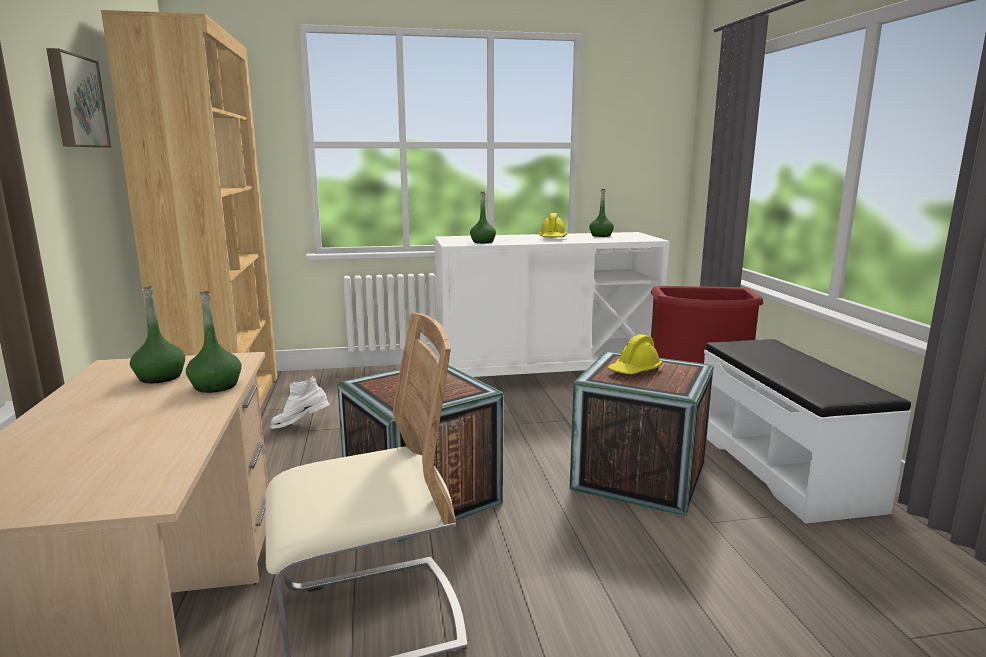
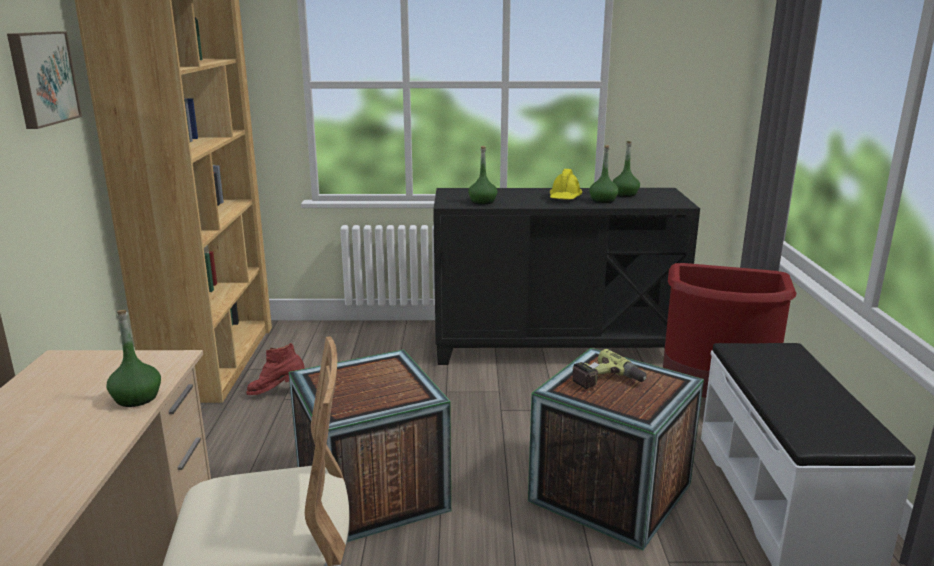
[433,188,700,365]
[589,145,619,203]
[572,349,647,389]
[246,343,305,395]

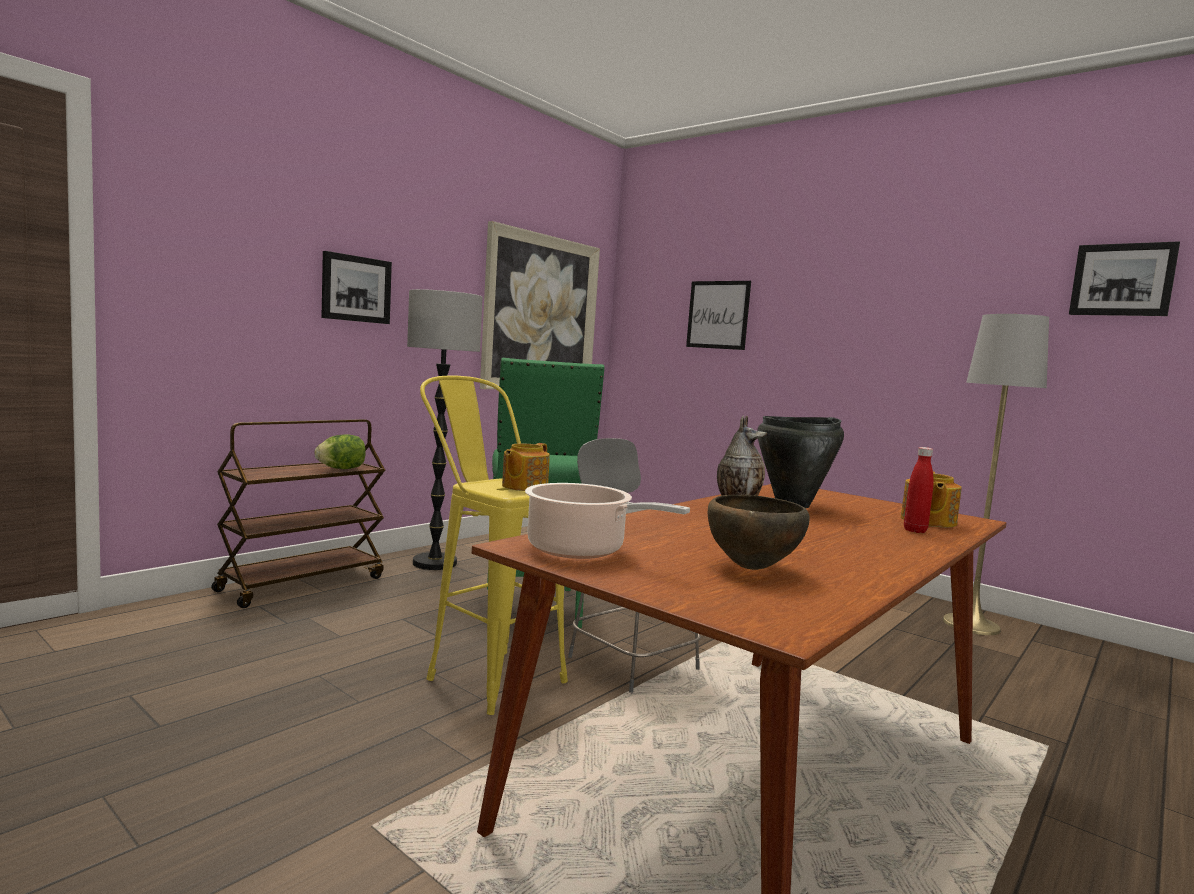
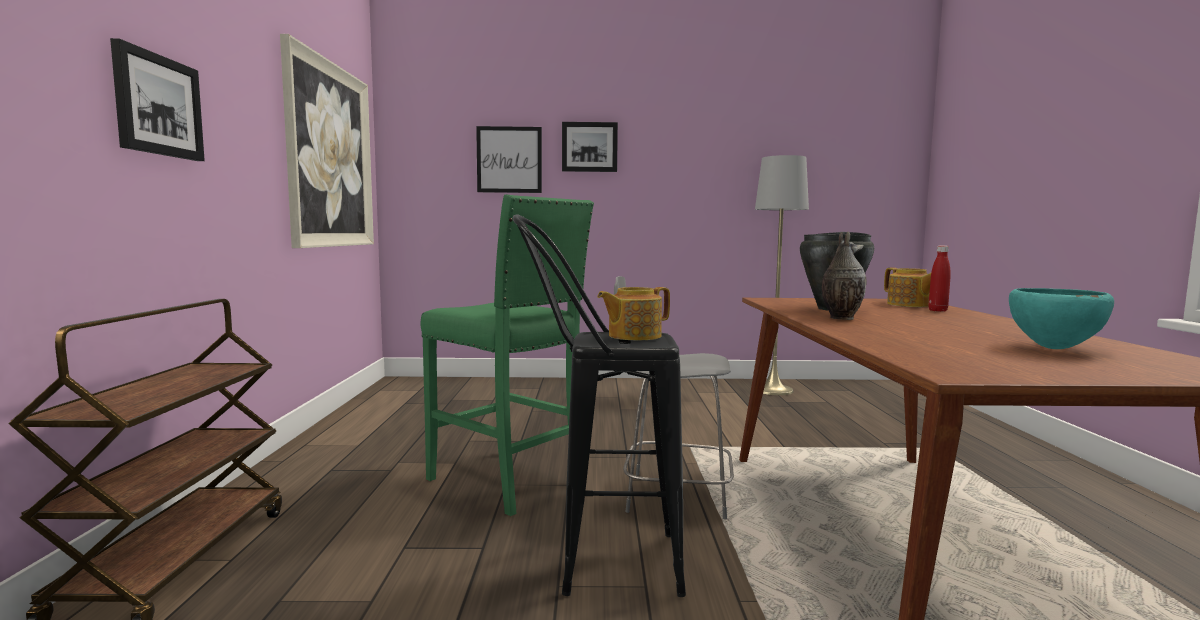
[562,122,618,172]
[407,289,483,570] (first image)
[512,215,686,597]
[315,434,366,469] (first image)
[597,287,670,340]
[525,483,690,559] (first image)
[1009,288,1114,349]

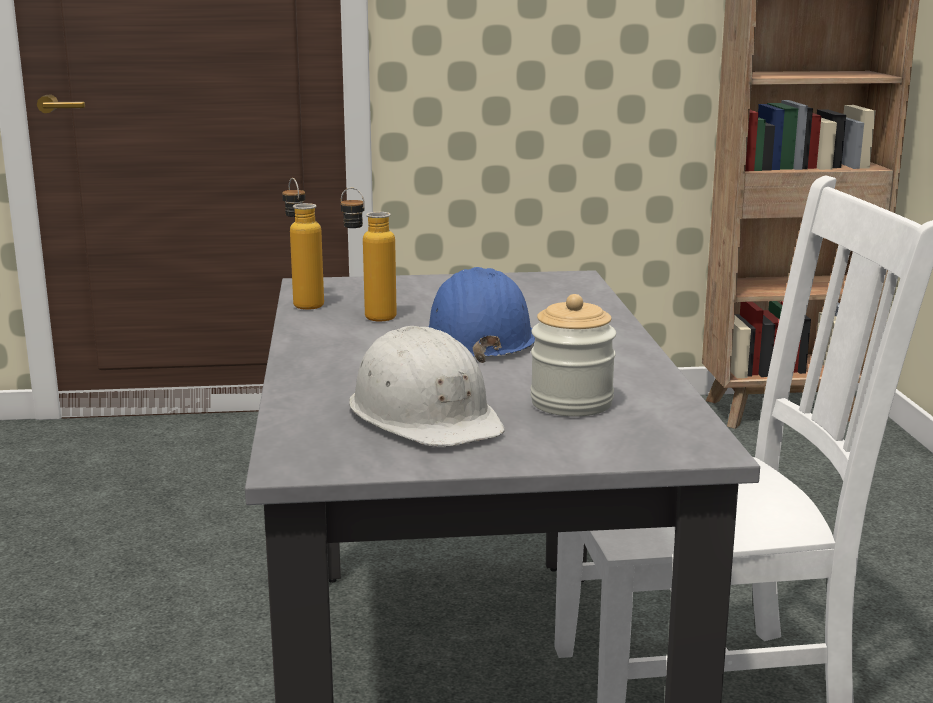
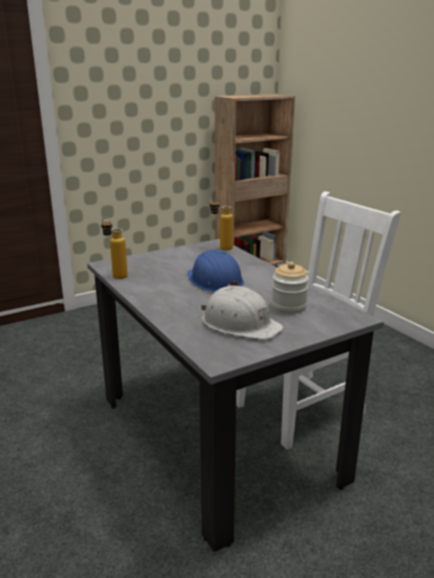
[209,197,233,250]

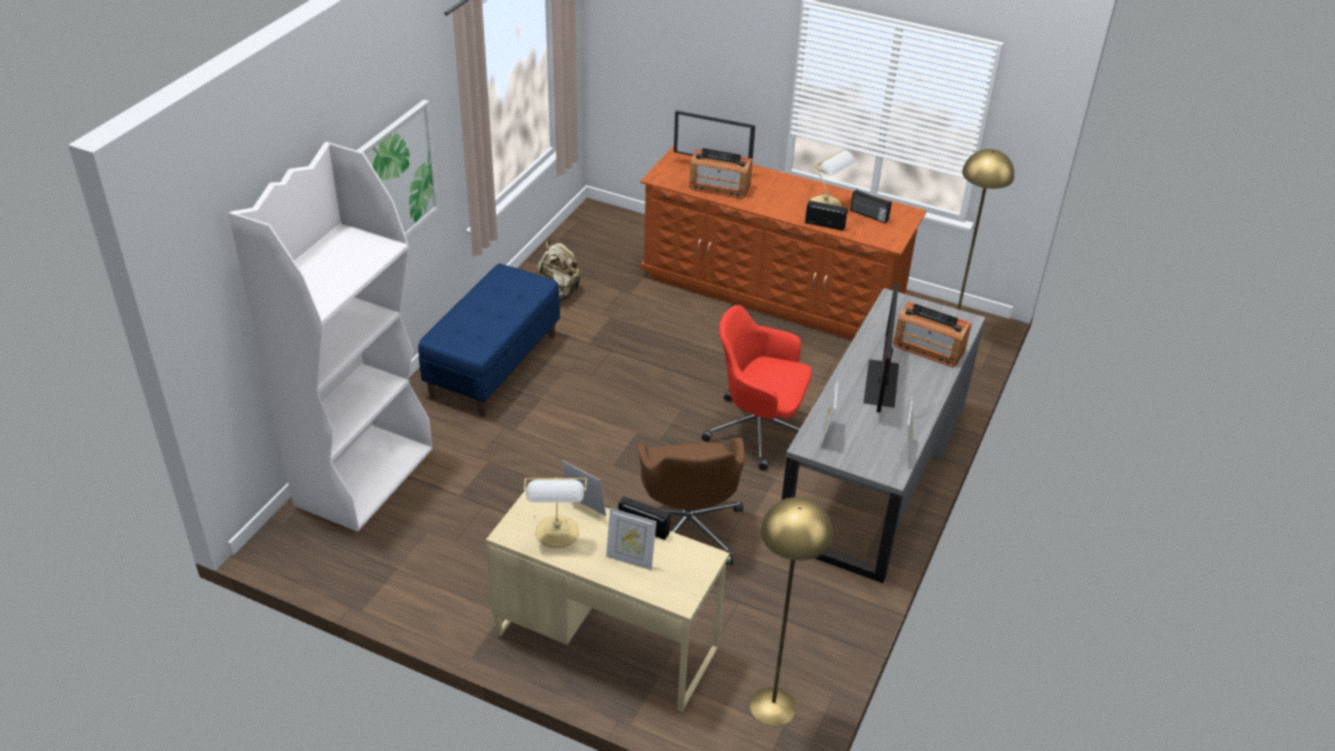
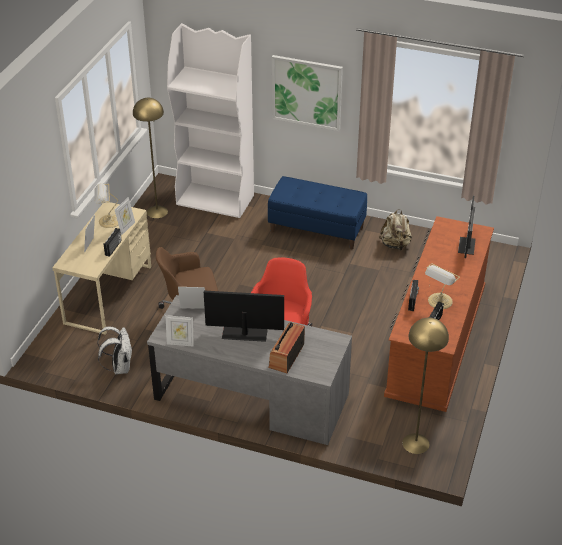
[689,148,753,199] (first image)
[133,98,168,218]
[97,327,132,375]

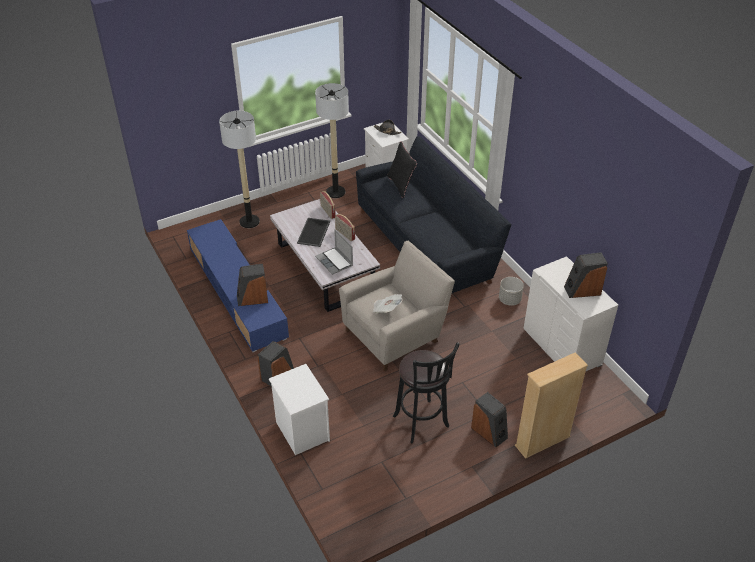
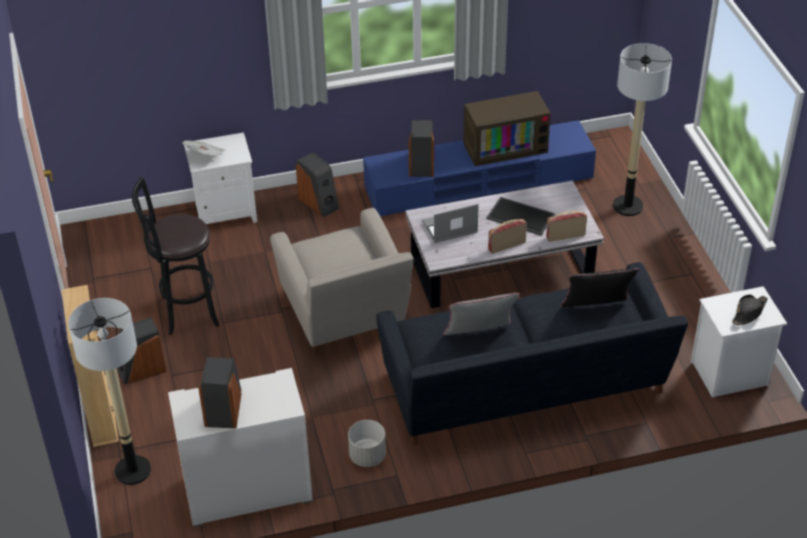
[68,298,151,485]
[182,140,225,156]
[463,91,551,166]
[443,293,520,335]

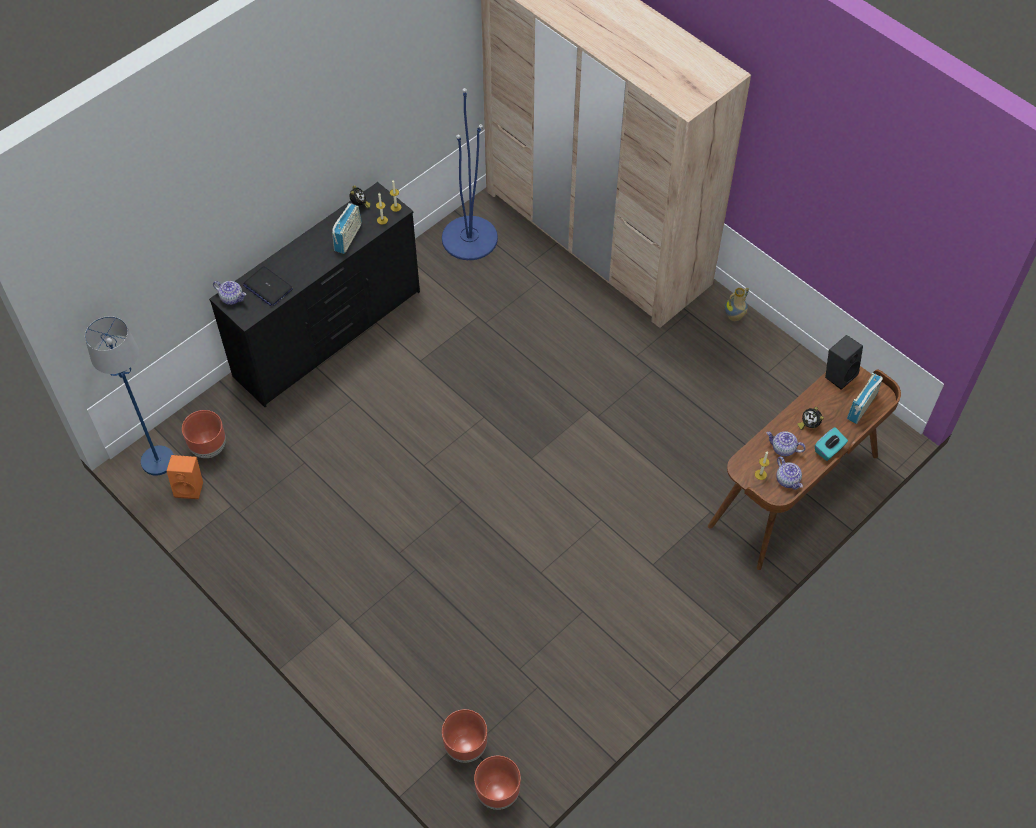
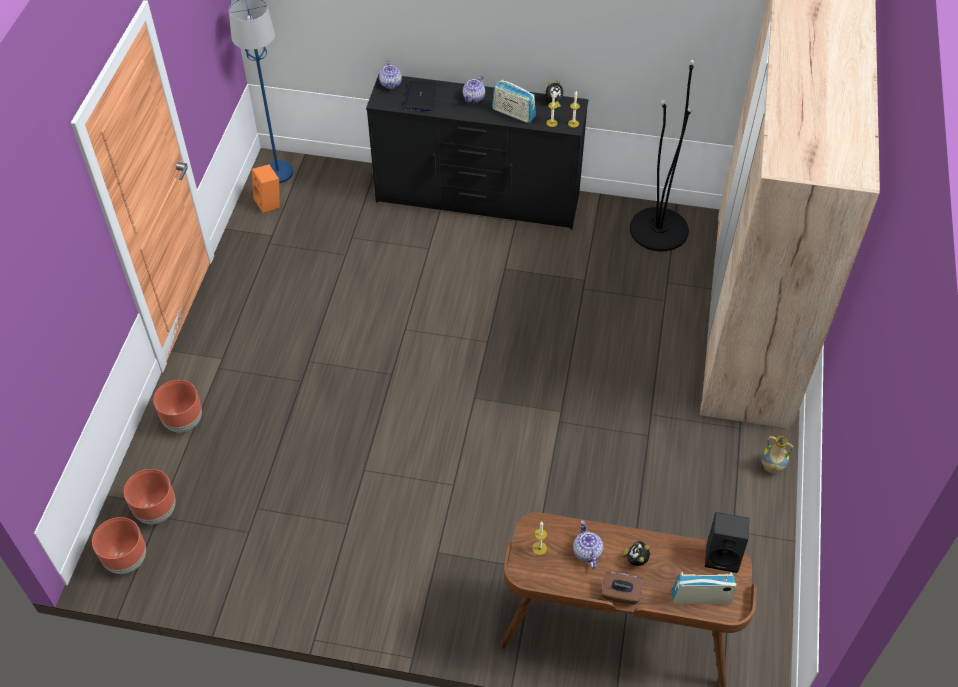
[630,60,695,252]
[492,80,536,123]
[153,380,202,433]
[602,572,643,605]
[463,75,485,103]

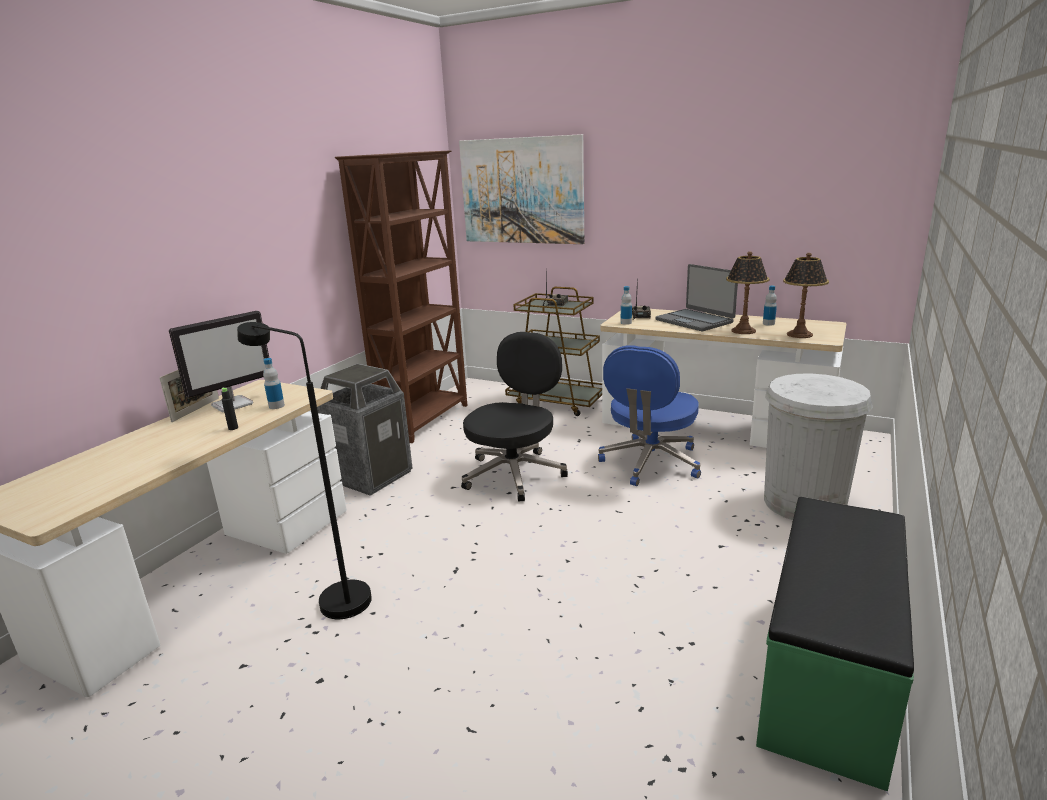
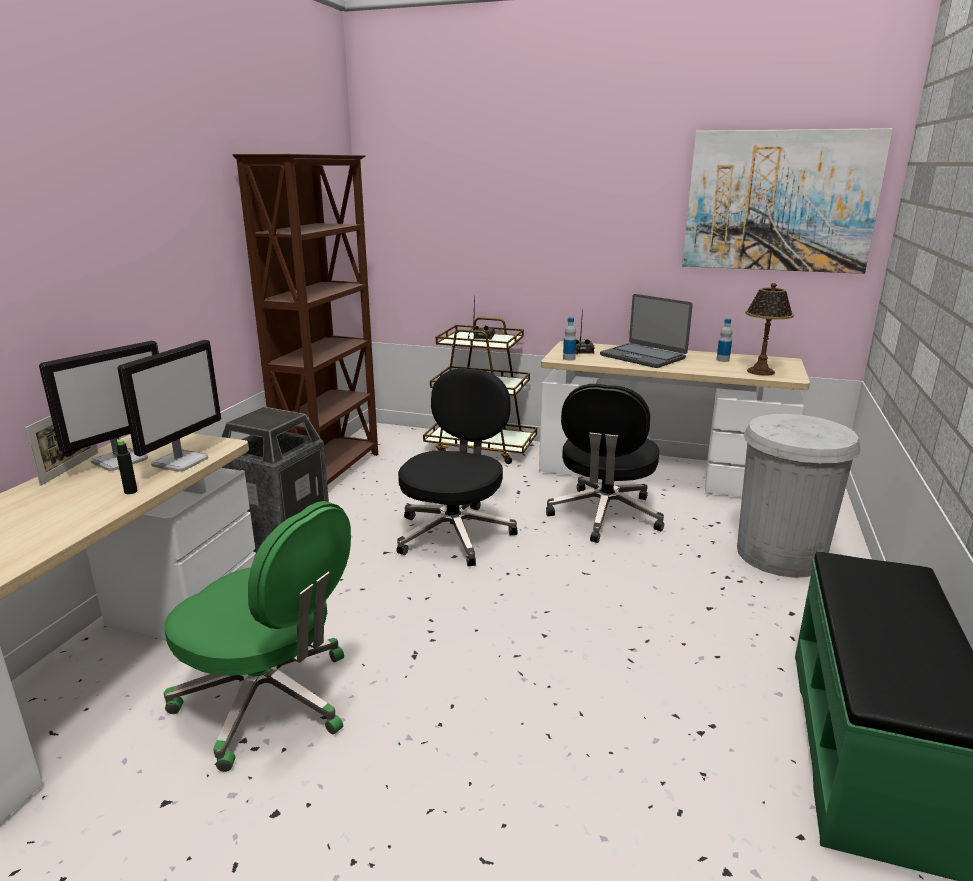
[682,128,893,274]
[726,251,769,334] (first image)
[164,501,351,772]
[546,384,664,543]
[117,339,221,472]

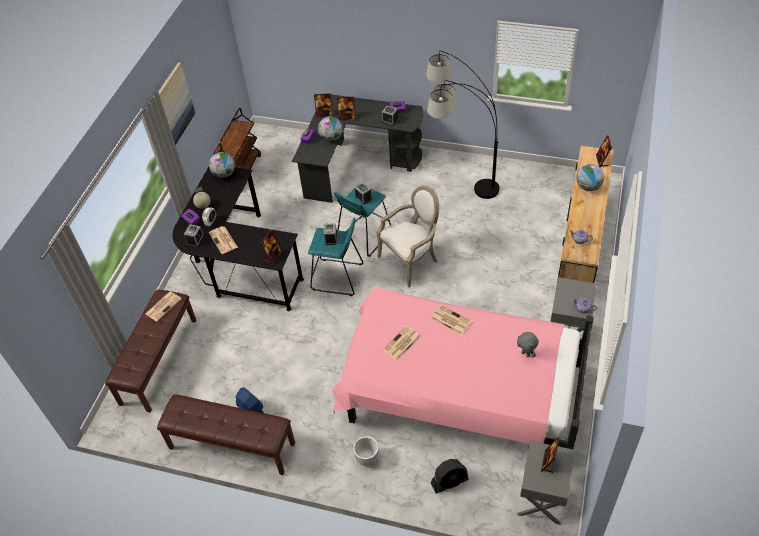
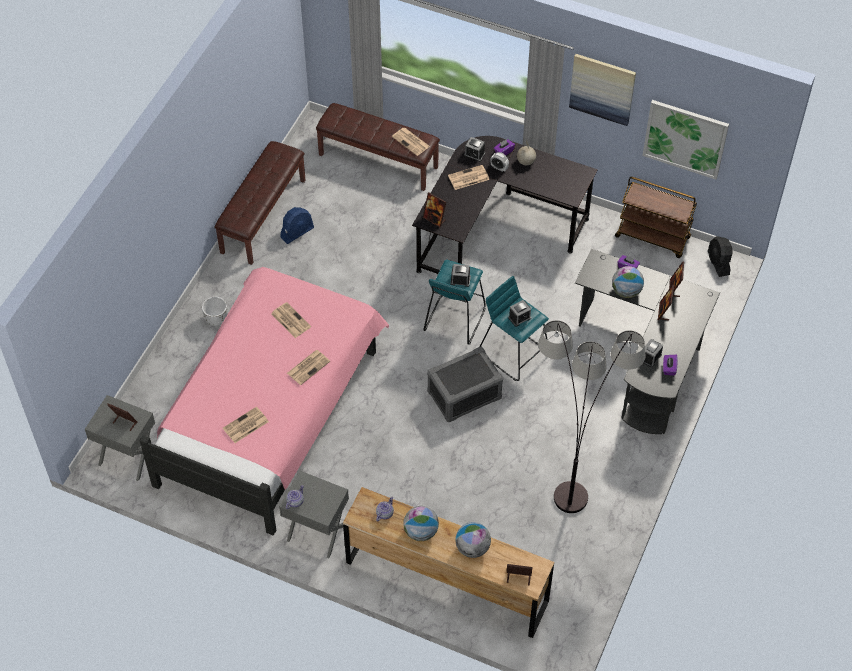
[403,506,439,541]
[427,347,503,422]
[223,406,269,443]
[708,236,733,277]
[642,100,729,180]

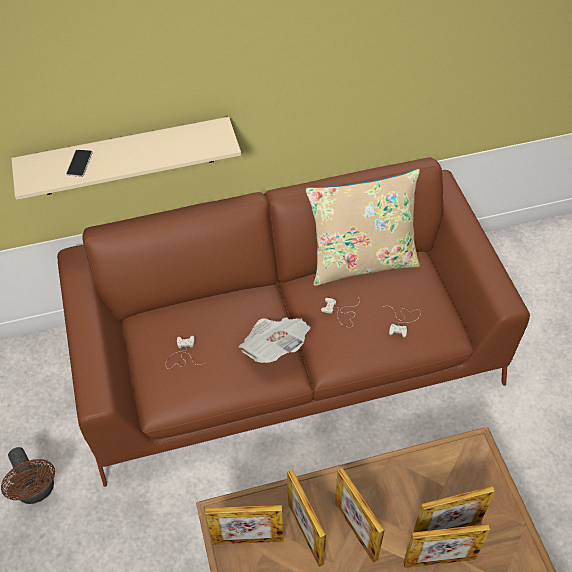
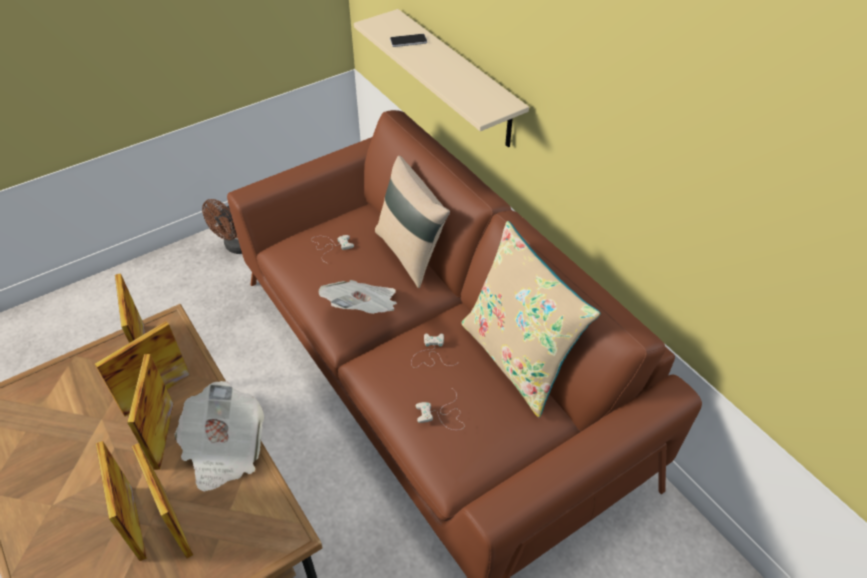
[127,354,173,470]
[375,156,450,288]
[175,381,264,492]

